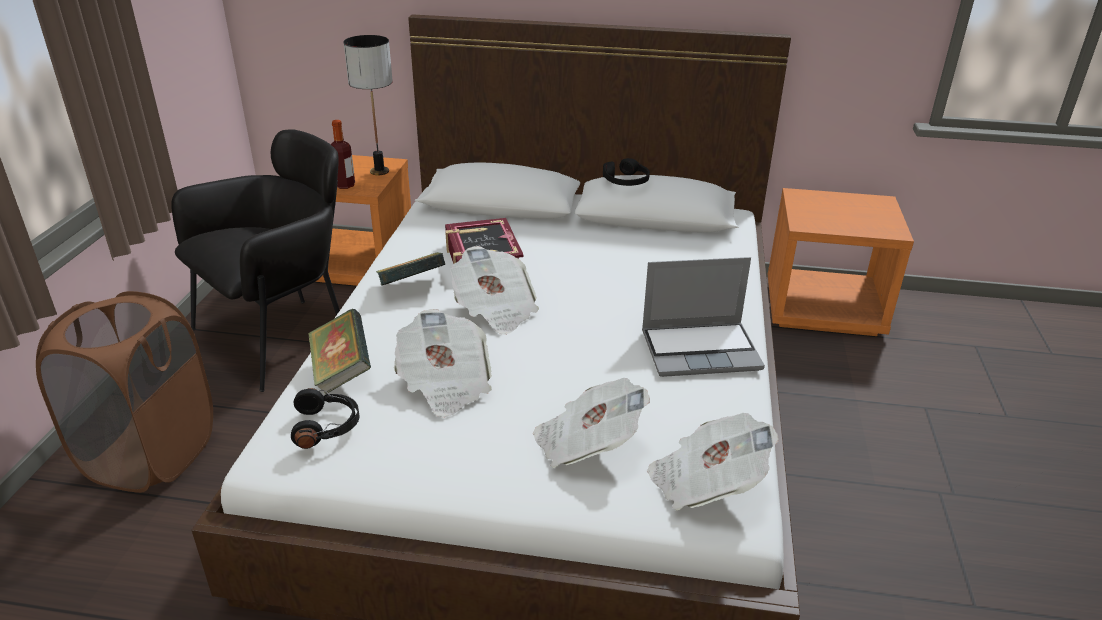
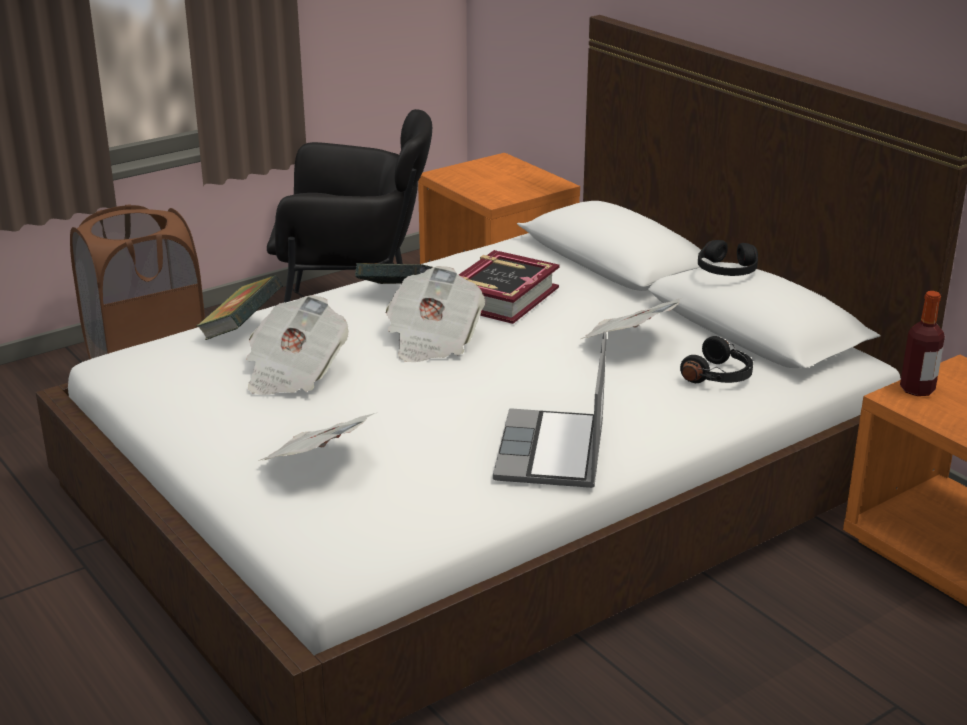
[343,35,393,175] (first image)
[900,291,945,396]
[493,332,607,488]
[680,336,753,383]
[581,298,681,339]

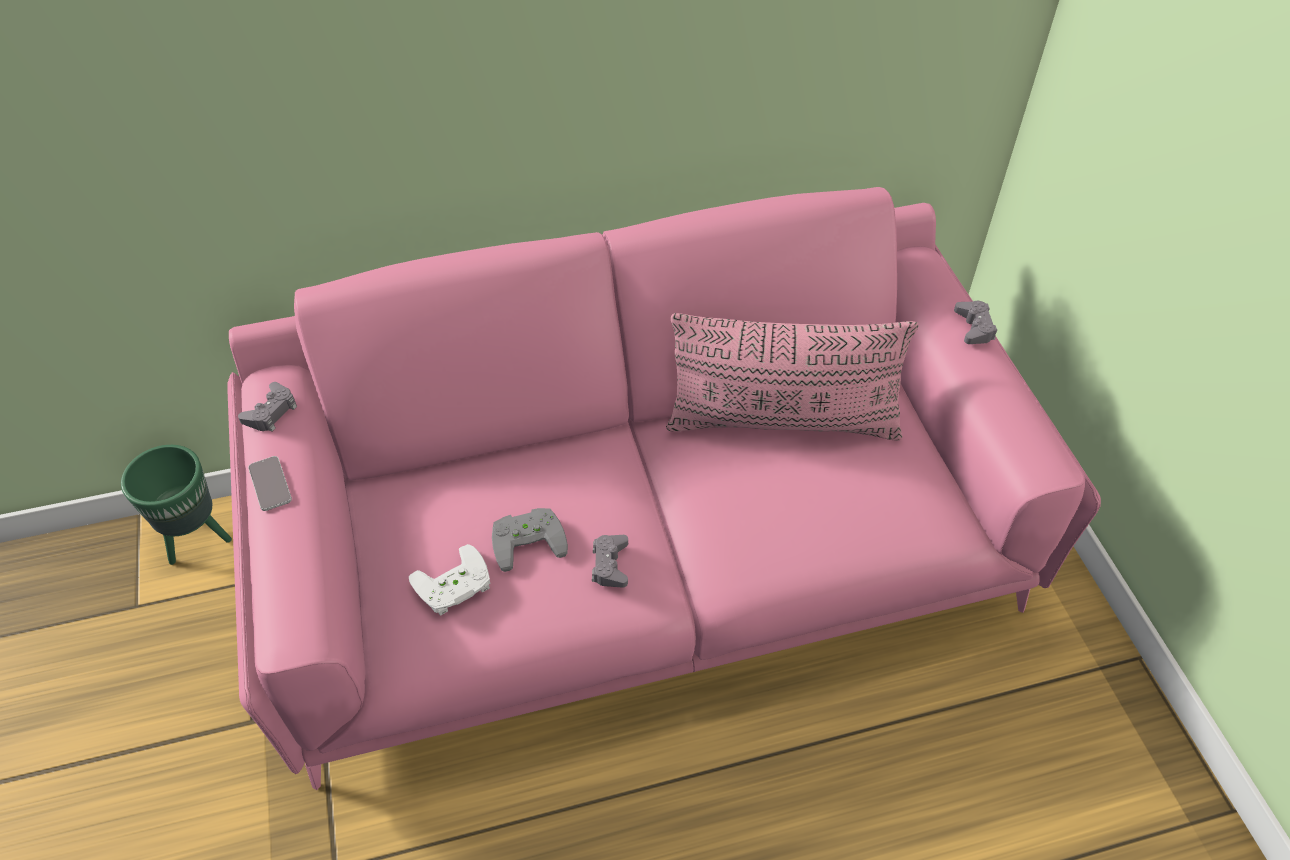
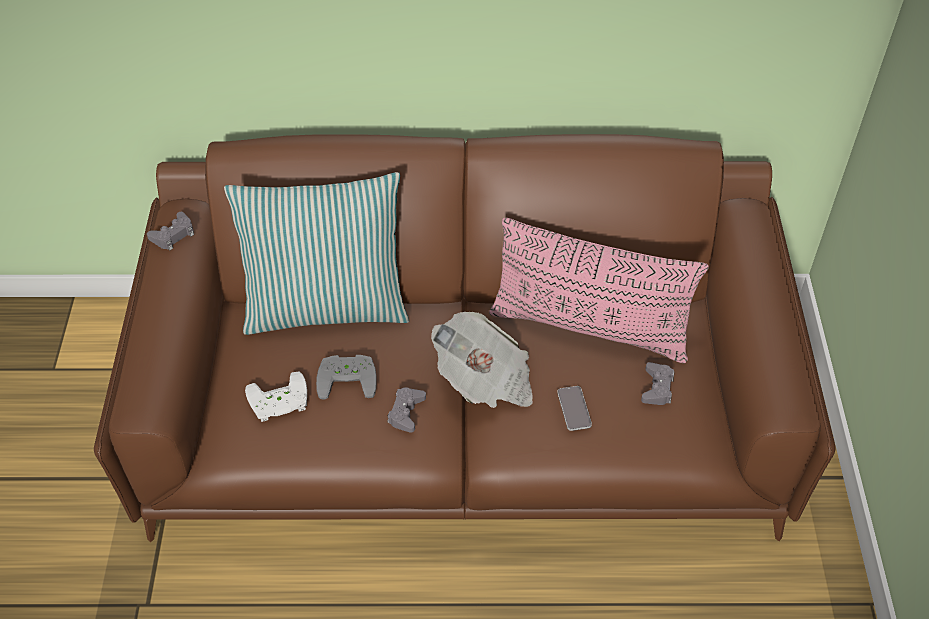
[94,134,836,542]
[641,362,674,405]
[121,445,232,565] (first image)
[557,386,592,431]
[224,172,409,335]
[431,312,533,408]

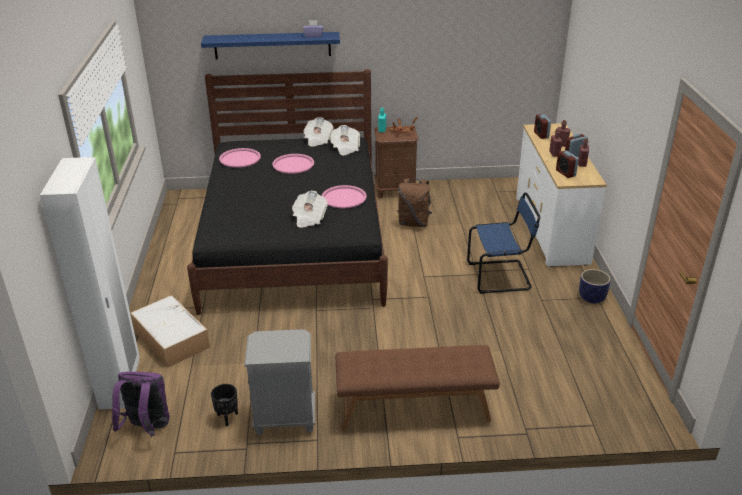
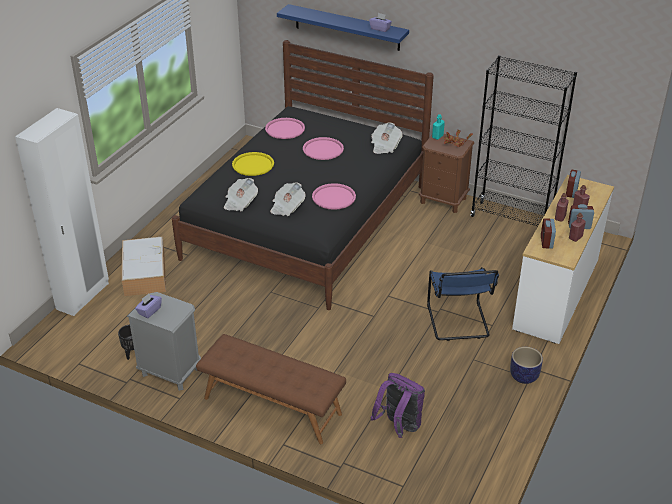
[224,178,258,211]
[397,178,432,227] (first image)
[427,267,499,341]
[370,373,425,438]
[470,55,577,226]
[232,152,274,176]
[135,294,162,318]

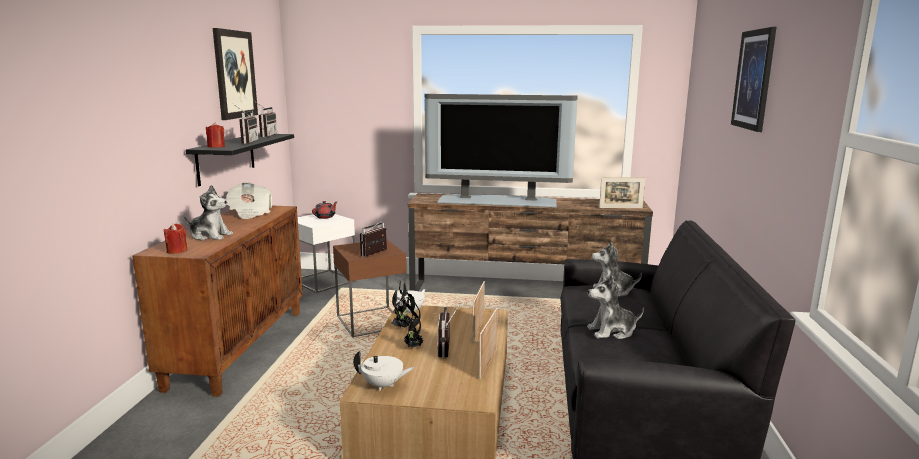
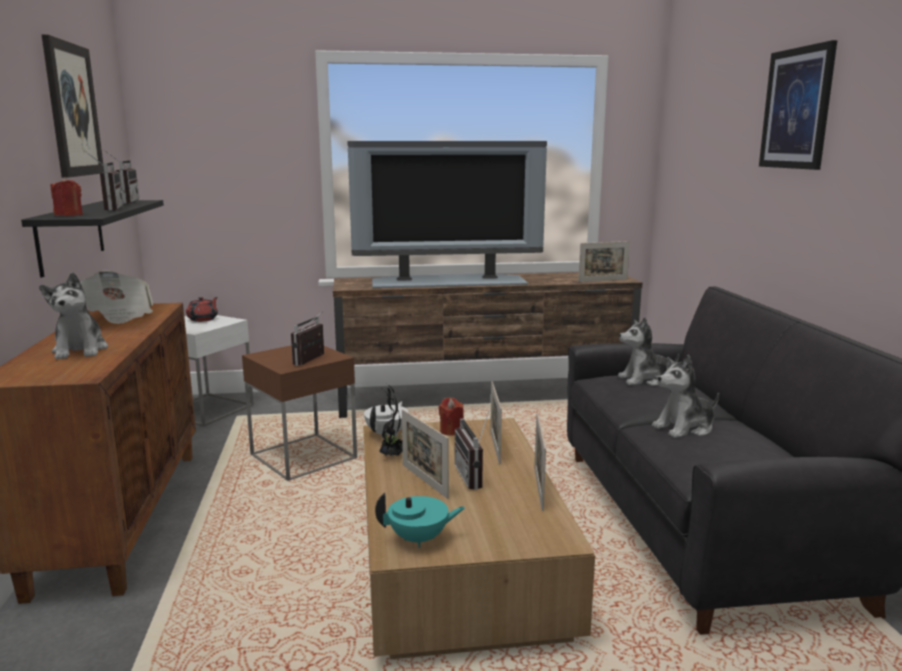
[39,272,108,359]
[438,397,464,436]
[402,409,449,499]
[375,493,465,548]

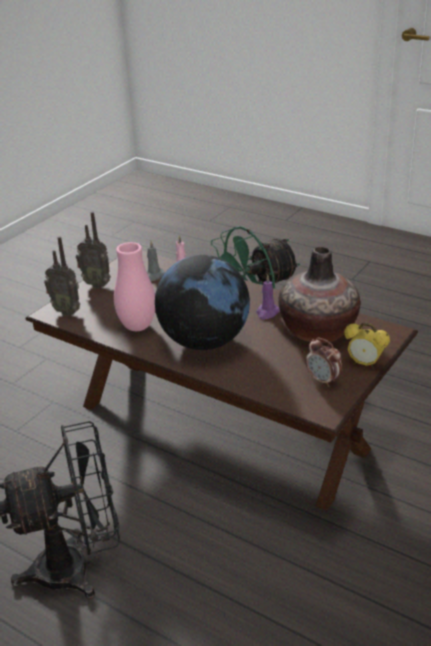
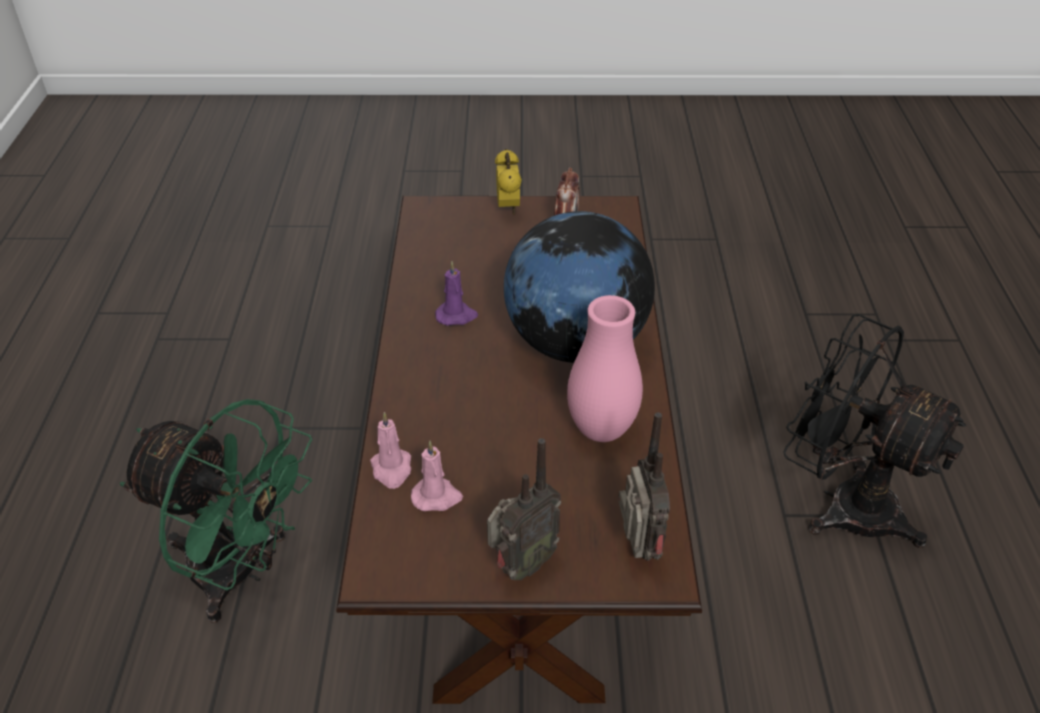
[487,438,561,580]
[411,441,463,511]
[278,247,360,343] (first image)

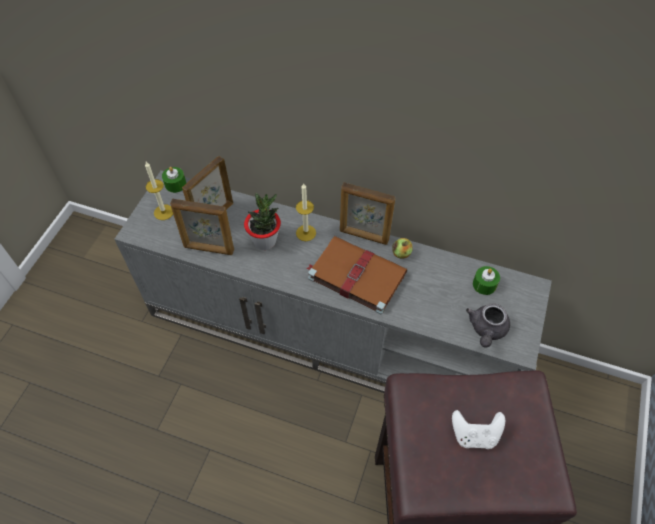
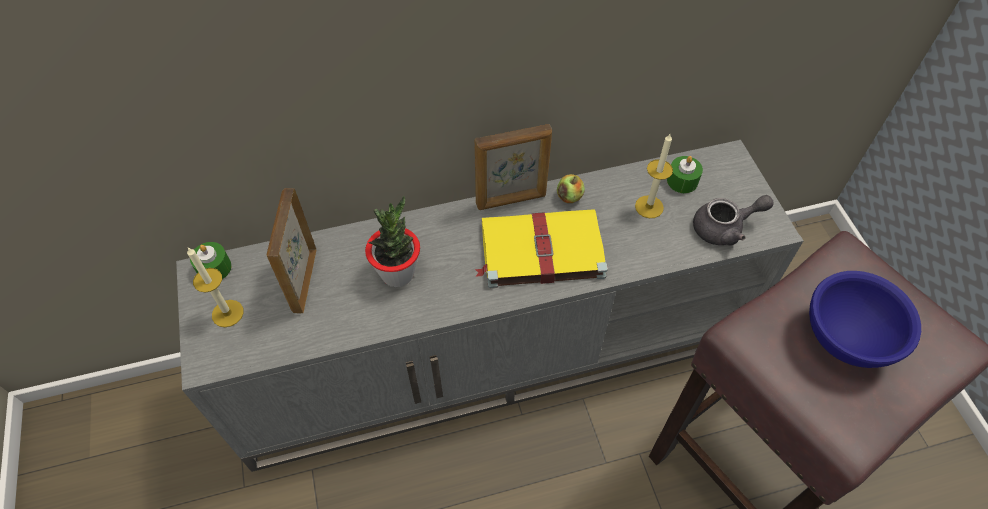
[635,134,673,218]
[170,199,234,255] (first image)
[475,209,608,288]
[693,195,774,245]
[809,271,921,368]

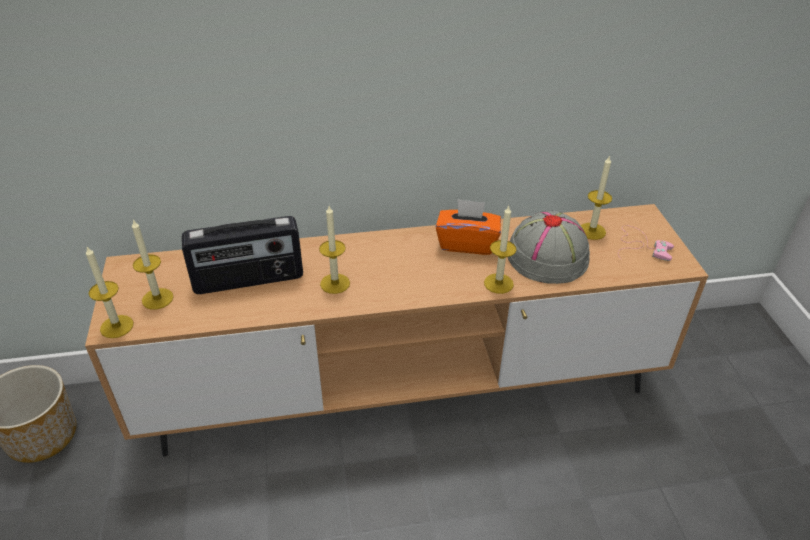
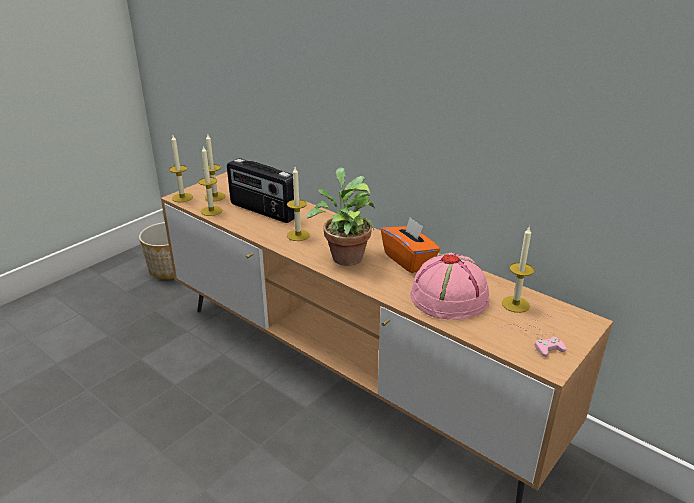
[198,145,222,216]
[411,253,489,320]
[306,168,375,266]

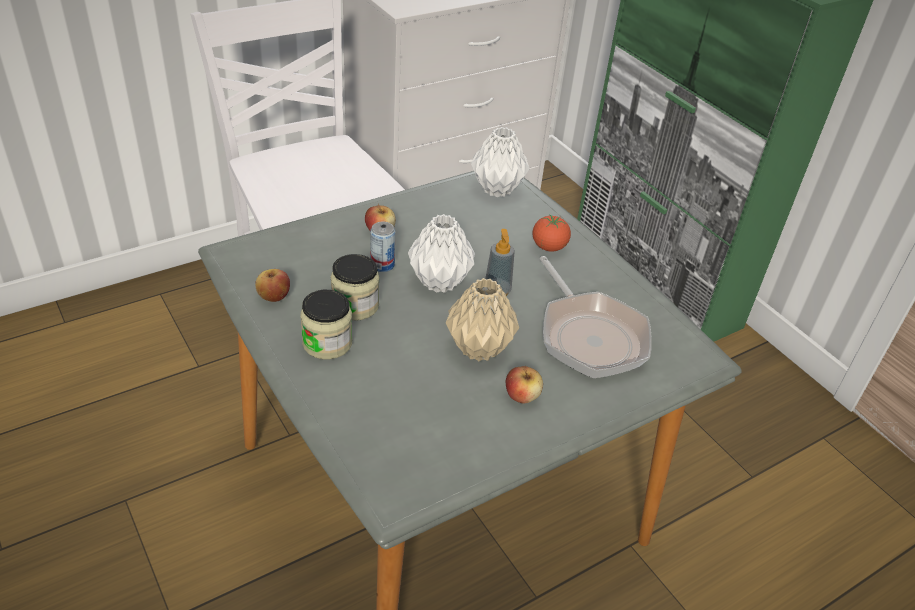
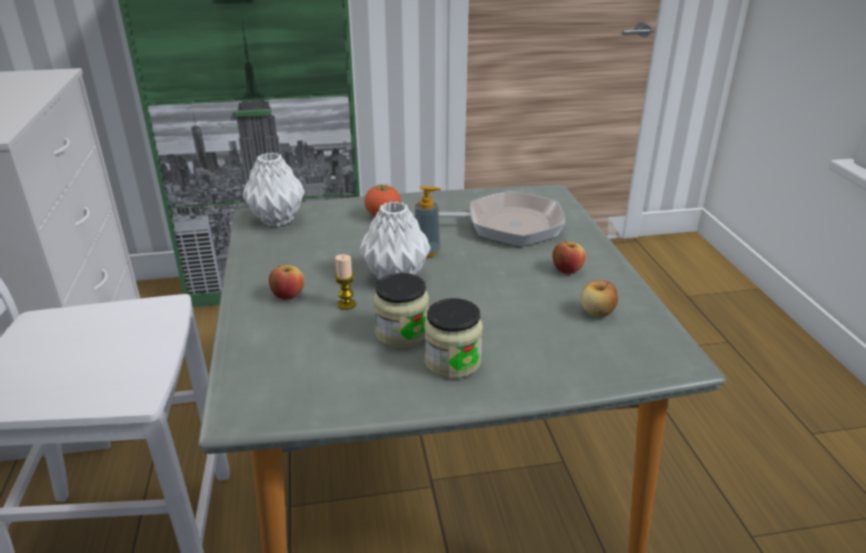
[335,254,356,310]
[581,280,618,317]
[446,278,519,361] (first image)

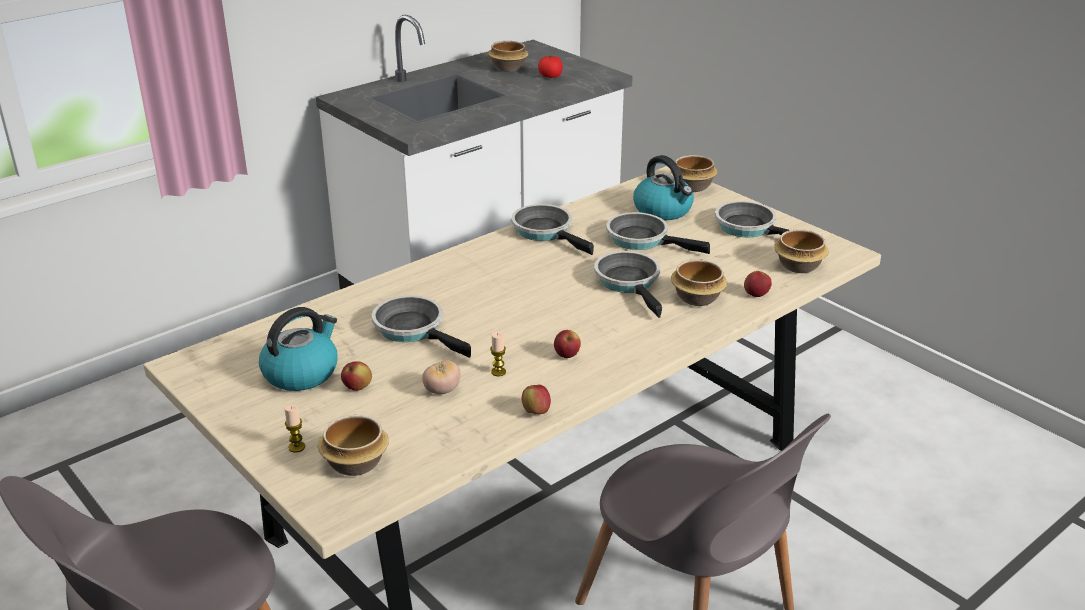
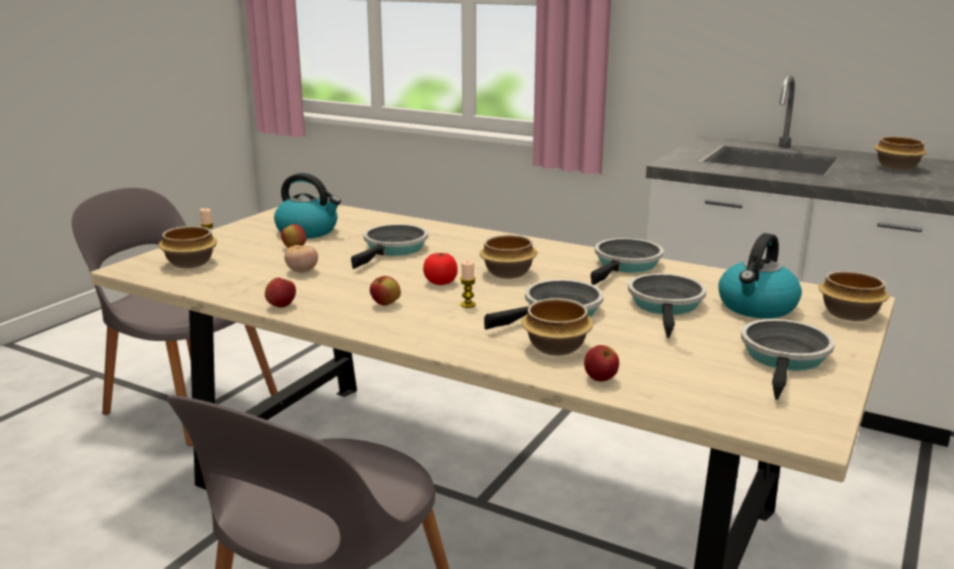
[423,253,458,285]
[479,235,538,279]
[460,260,476,308]

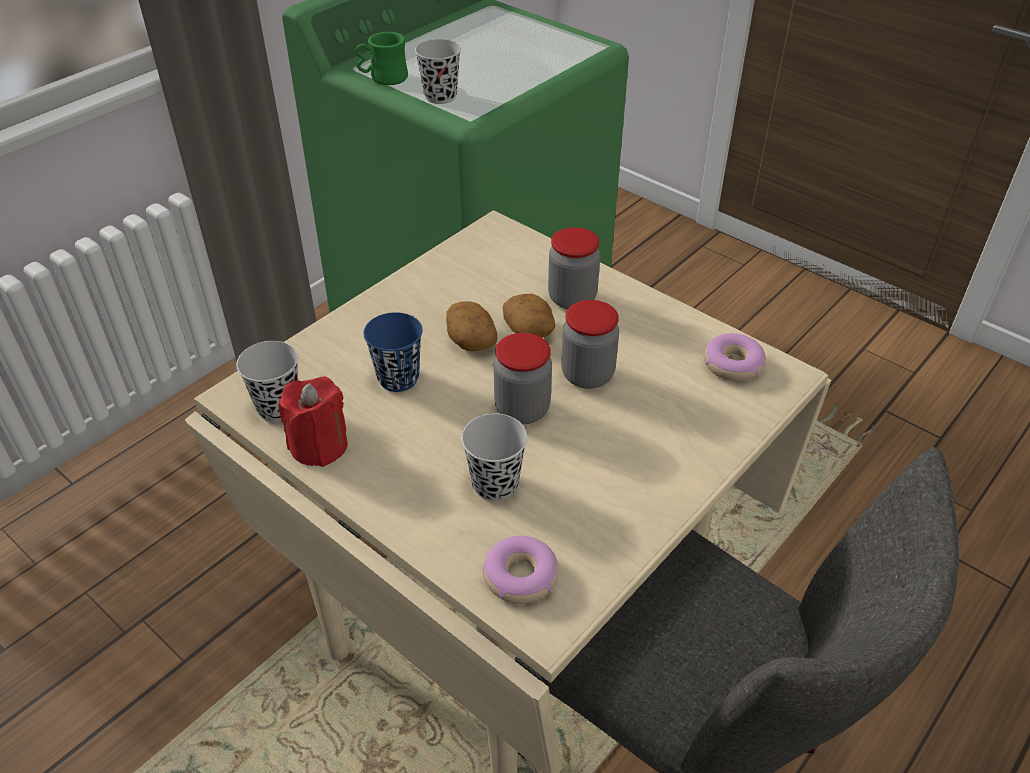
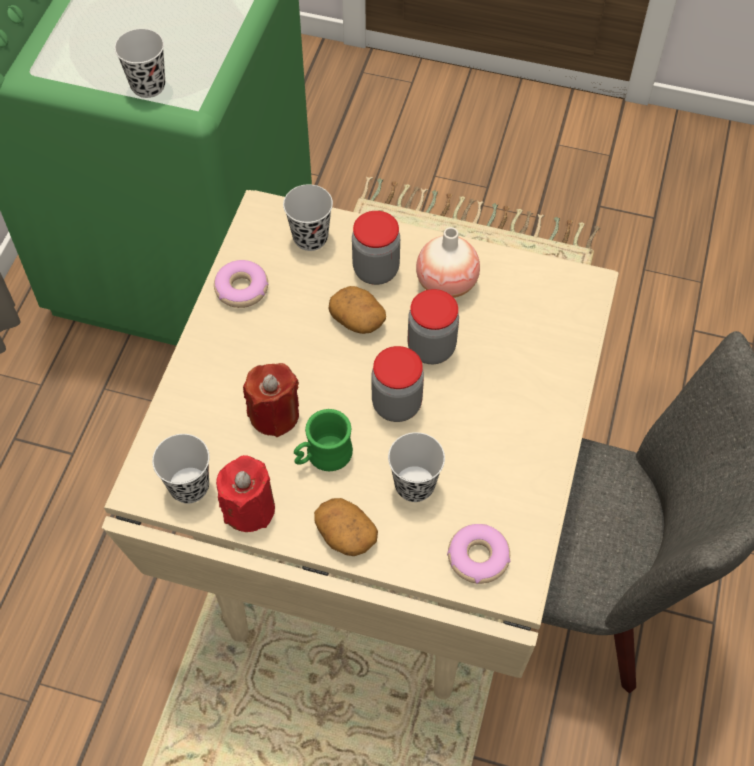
[294,409,353,471]
[314,498,378,556]
[243,363,299,437]
[214,260,268,308]
[283,184,333,251]
[416,227,480,298]

